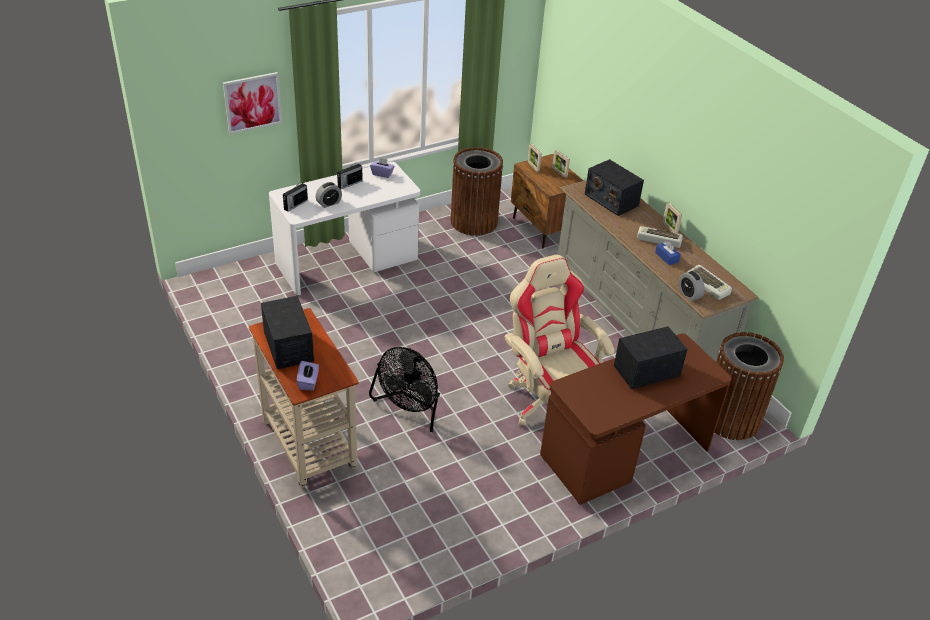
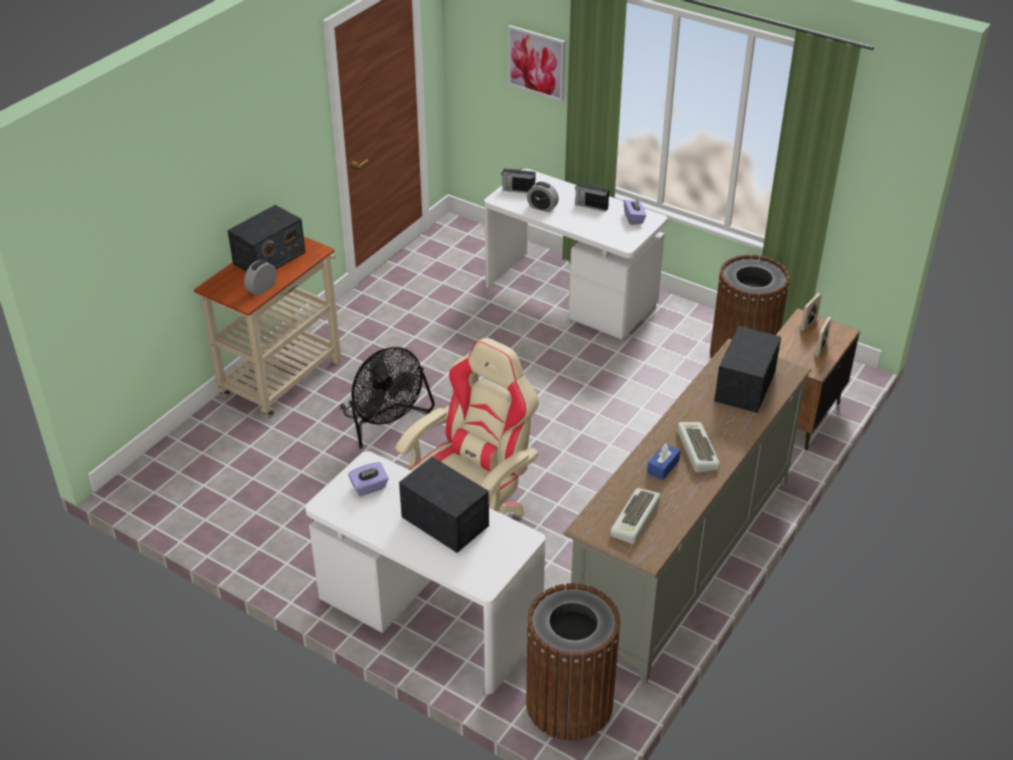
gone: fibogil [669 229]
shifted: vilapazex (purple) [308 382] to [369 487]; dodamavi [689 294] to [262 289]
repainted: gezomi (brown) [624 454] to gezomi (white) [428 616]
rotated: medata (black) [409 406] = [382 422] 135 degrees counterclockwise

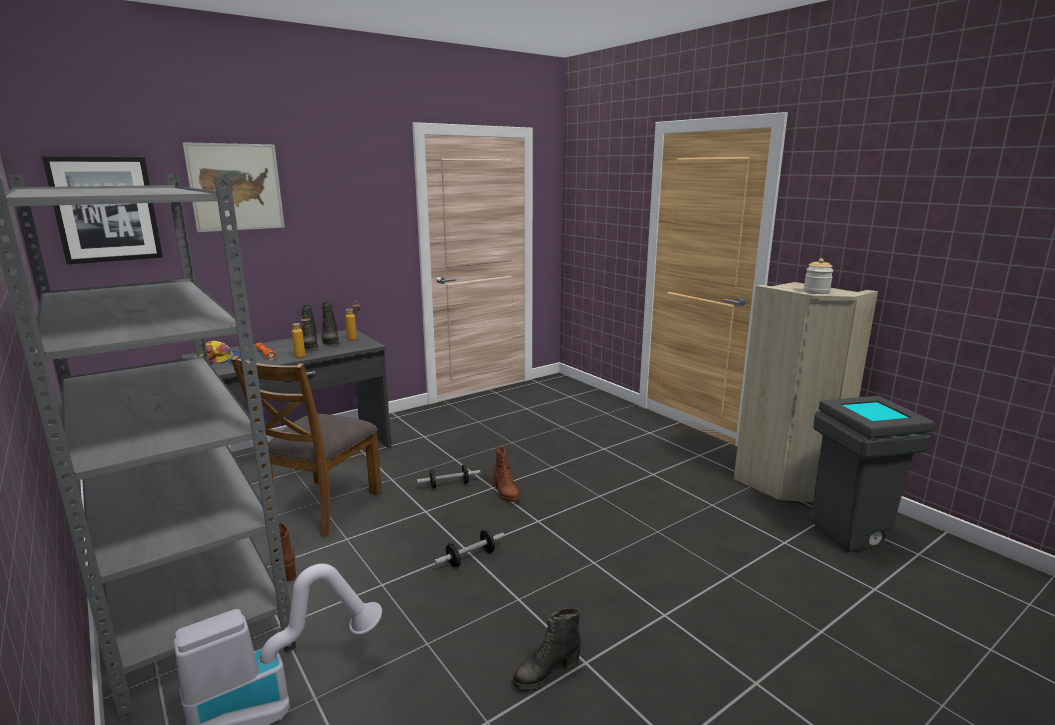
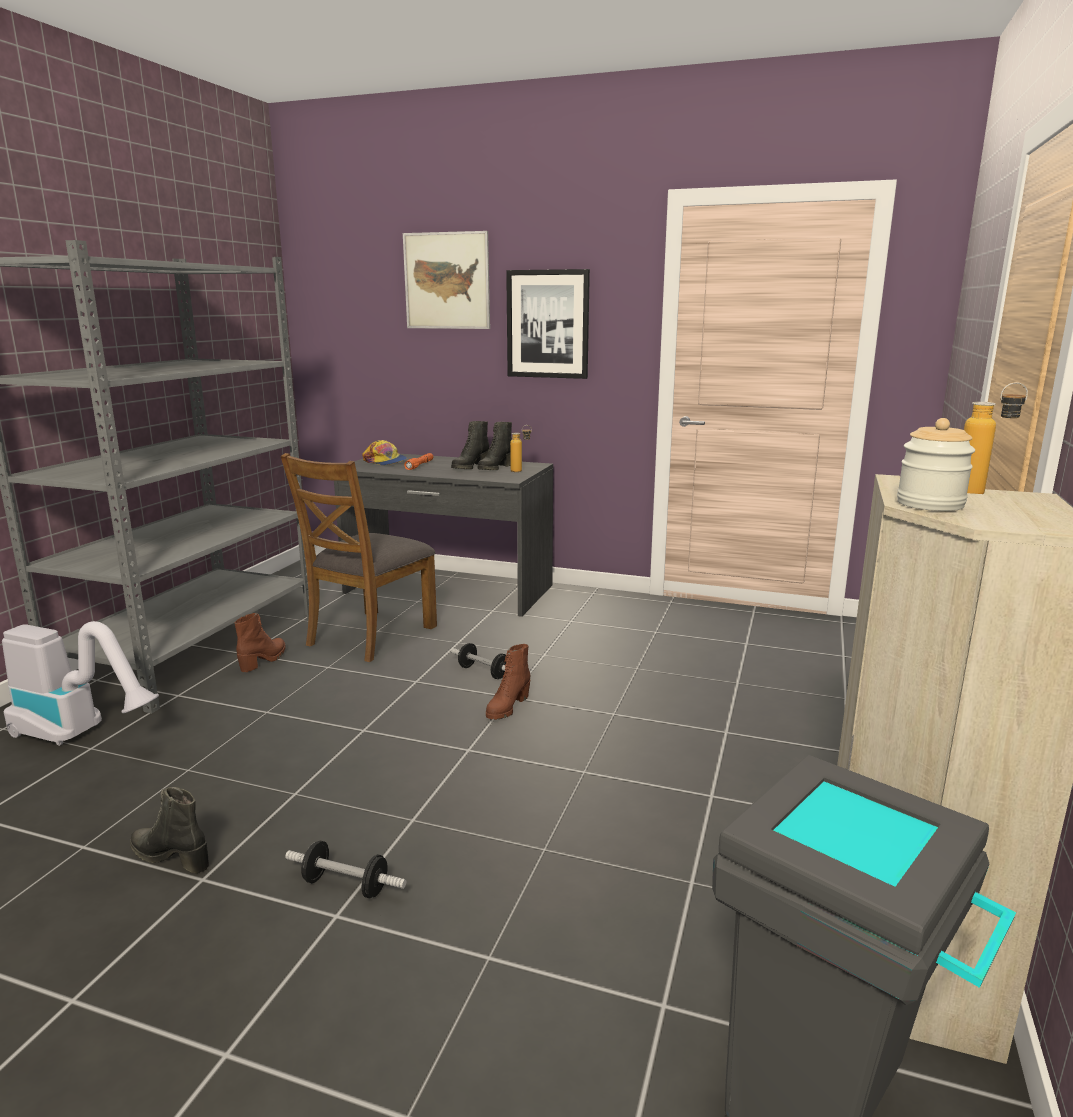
shifted: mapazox [105 209] to [548 324]; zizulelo [304 355] to [981 494]; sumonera [471 558] to [346 885]
rotated: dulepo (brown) [322 506] = [370 635] 45 degrees counterclockwise

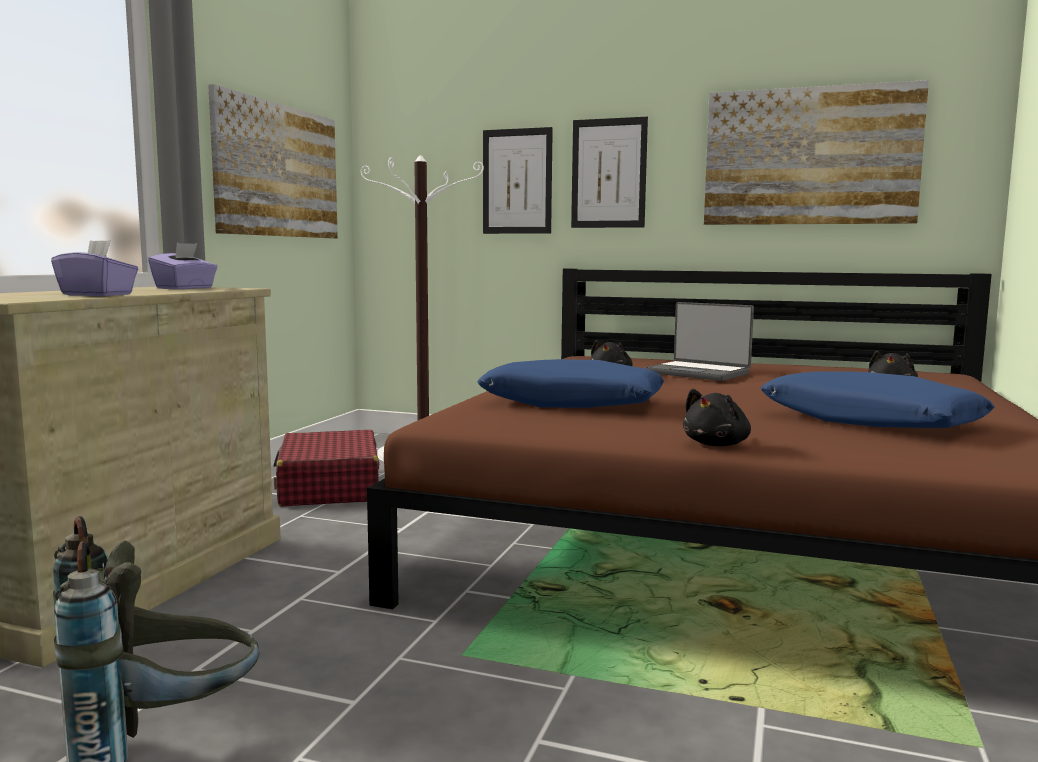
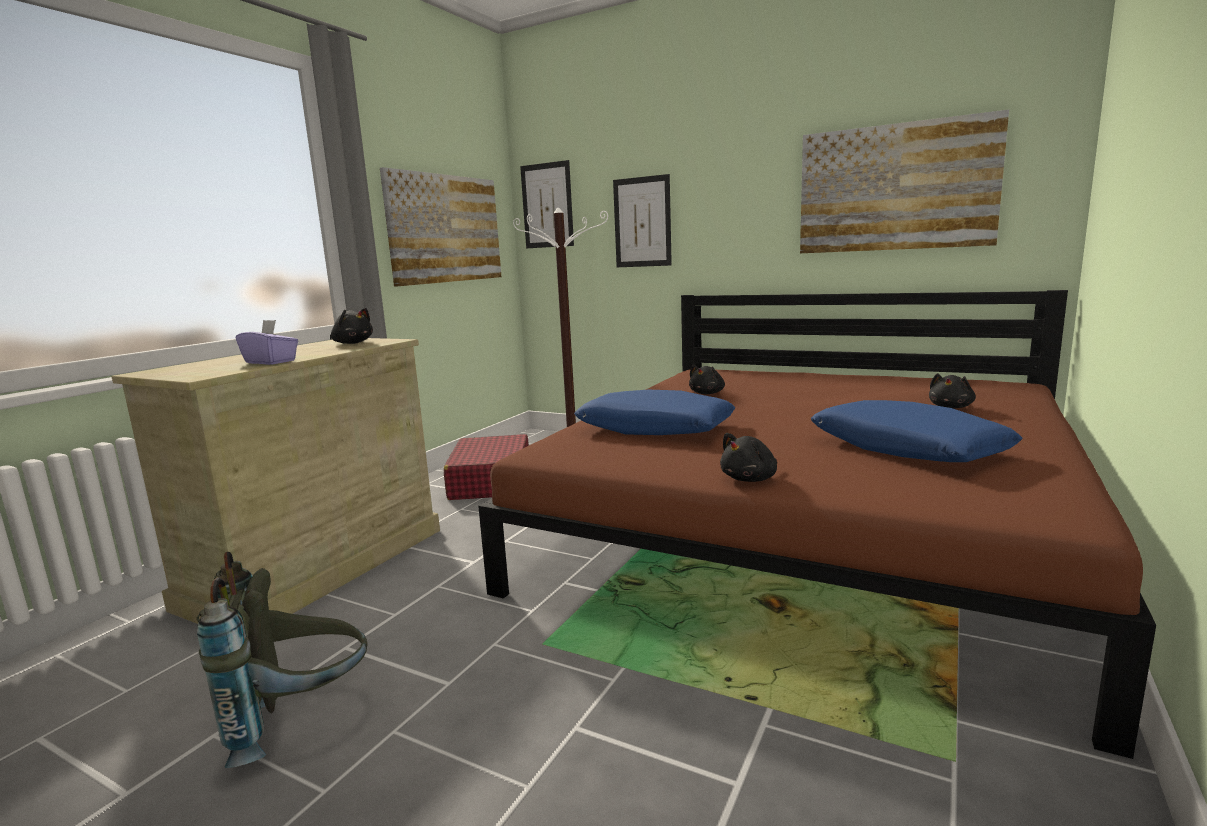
gone: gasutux [698 373]
shifted: mapazox [608 173] to [547 205]
swapped: vilapazex (purple) [185 288] to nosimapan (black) [352 343]

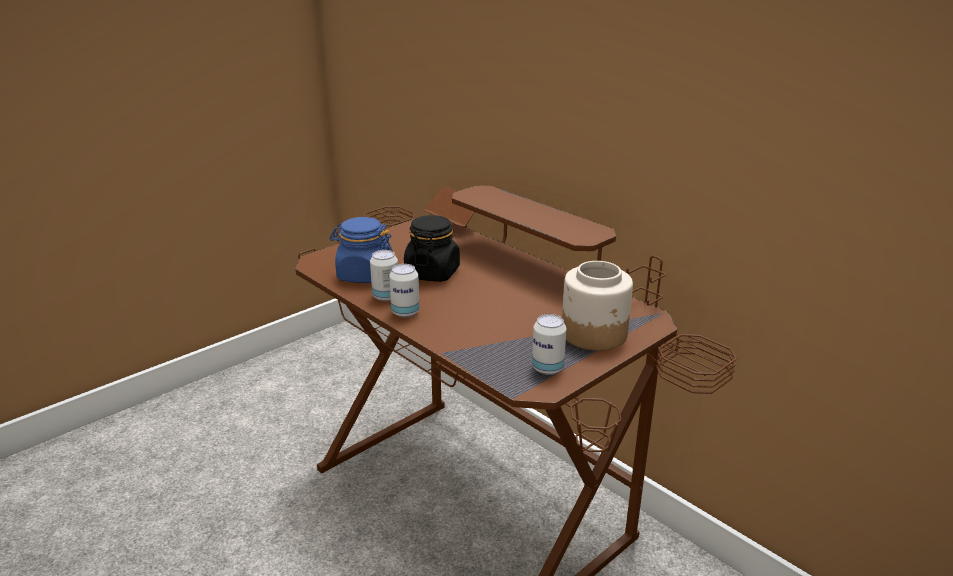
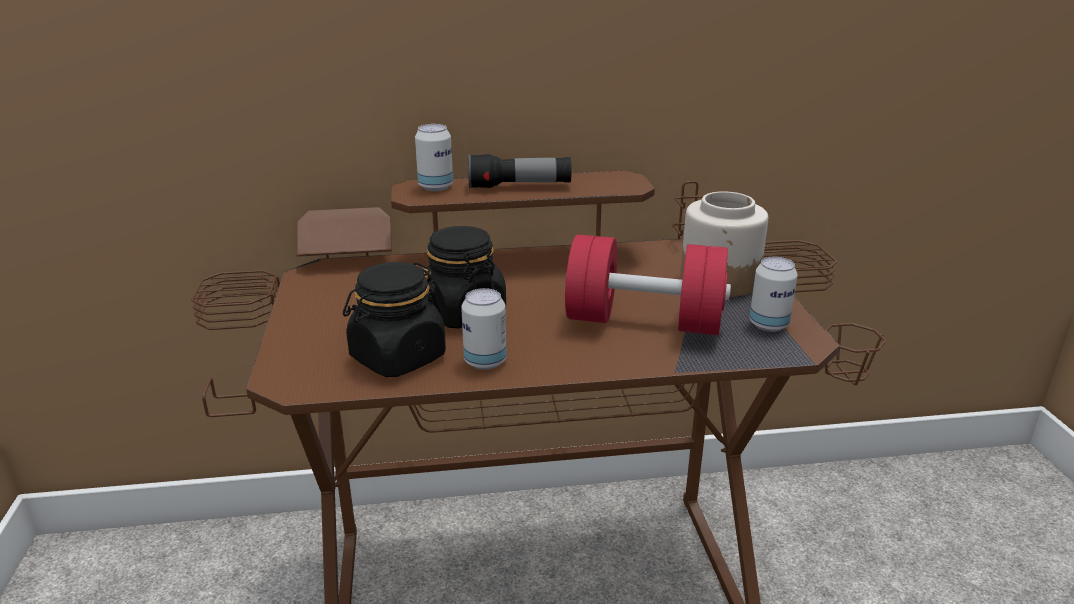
new: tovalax [519 186]; sumonera (red) [644 322]
shifted: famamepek [405 312] to [435 187]
repainted: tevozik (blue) [364 275] to tevozik (black) [397 358]

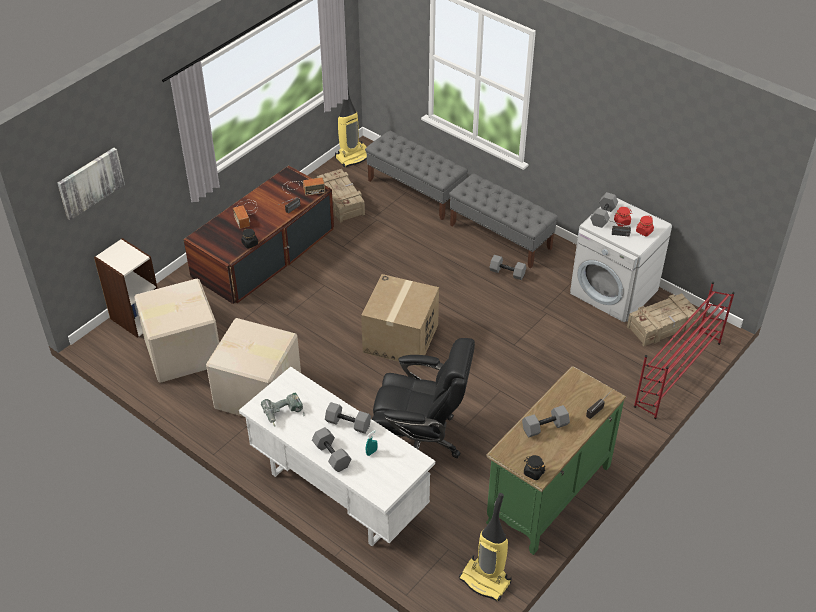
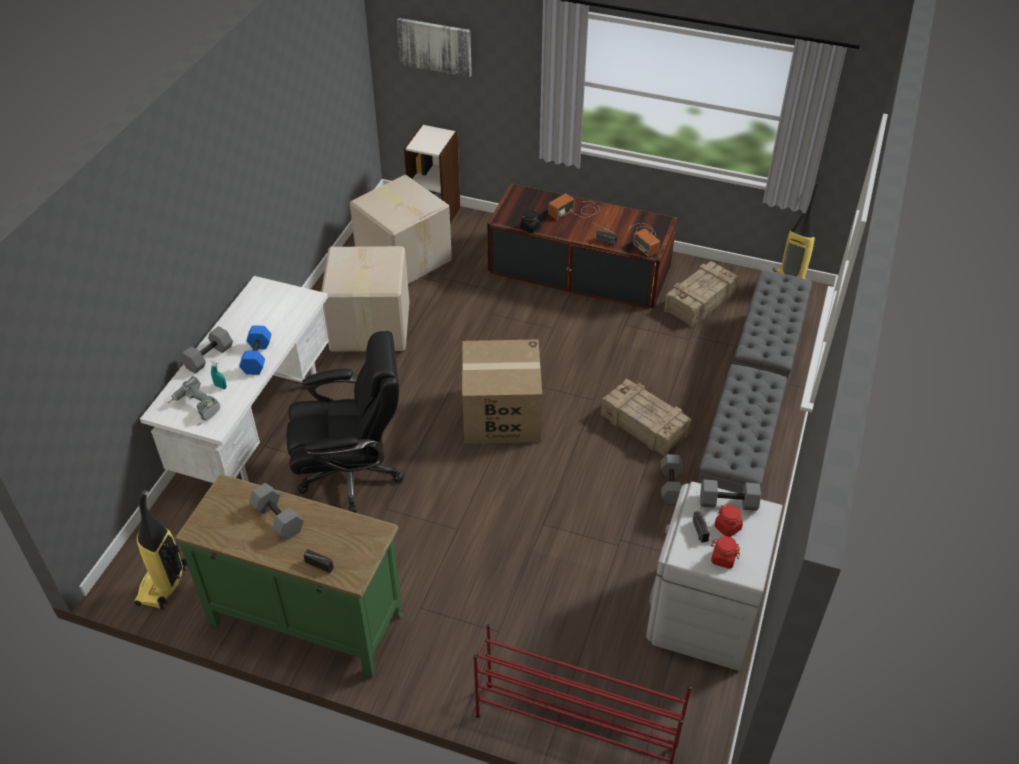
gone: tevozik (black) [533 472]
shifted: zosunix [283 414] to [196 408]; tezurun [662 326] to [644 425]
repainted: sumonera (grey) [349 423] to sumonera (blue) [258 358]
rotated: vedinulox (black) [420 440] = [351 473] 90 degrees counterclockwise

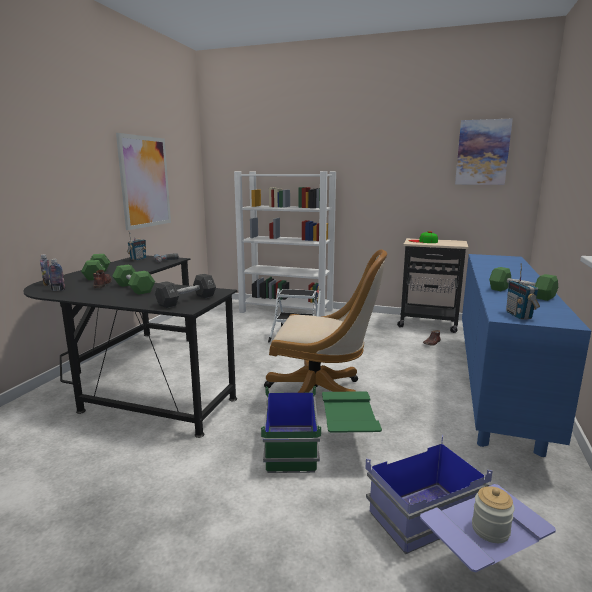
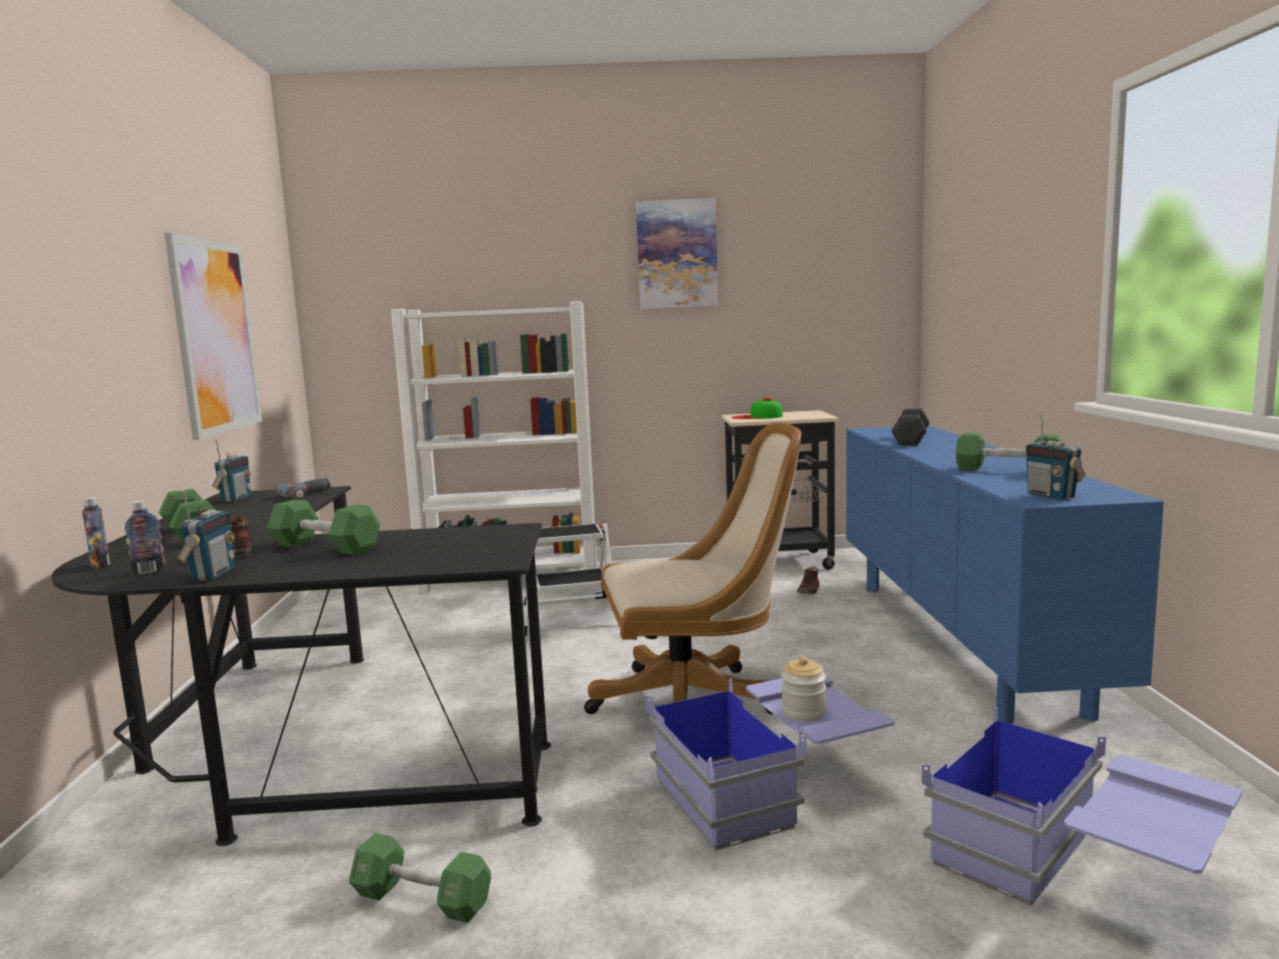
new: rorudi [212 574]; sumonera (green) [422 899]
shifted: sumonera (black) [187 300] to [910 440]; mapazox [482 152] to [677 254]; tevozik [490 530] to [803 712]
repainted: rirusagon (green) [318 449] to rirusagon (blue) [769 791]

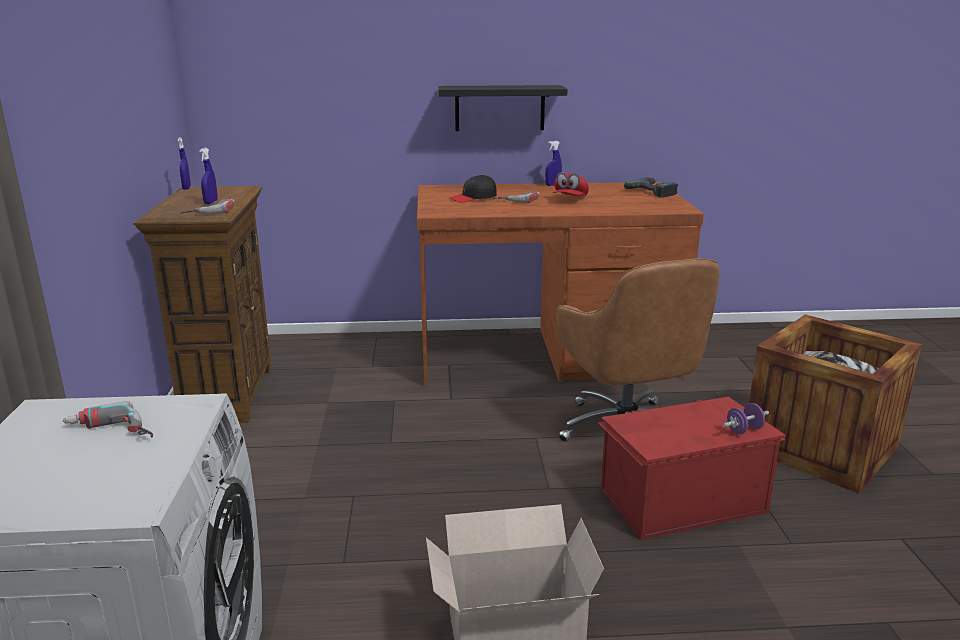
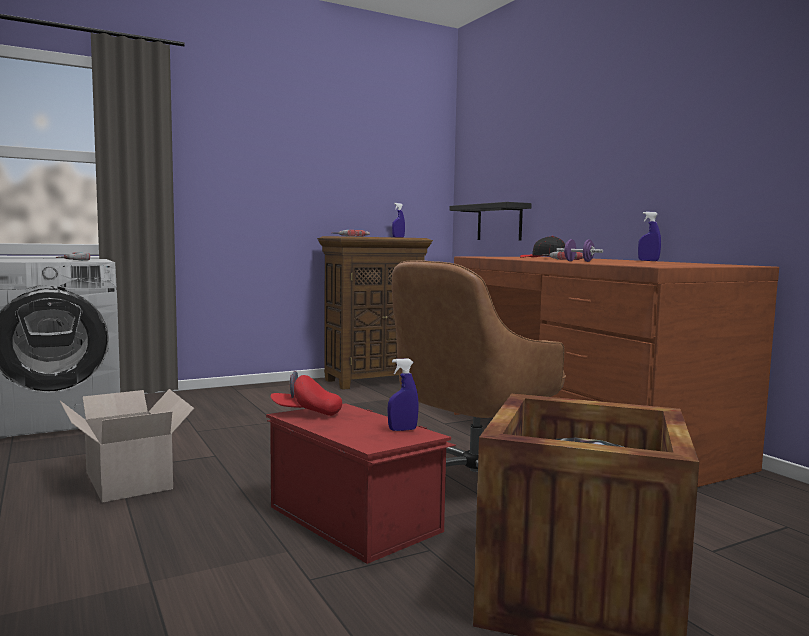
gone: zosunix [654 191]
shifted: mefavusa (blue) [211 202] to [402 429]; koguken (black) [499 108] to [499 222]; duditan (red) [570 199] to [306 413]; sumonera (purple) [744 430] to [578 261]

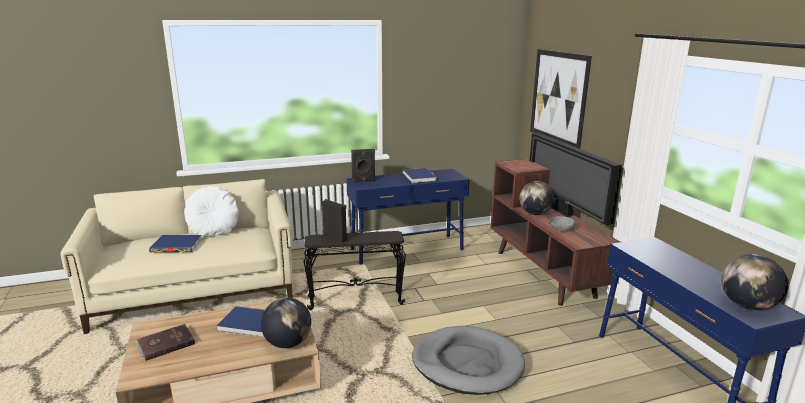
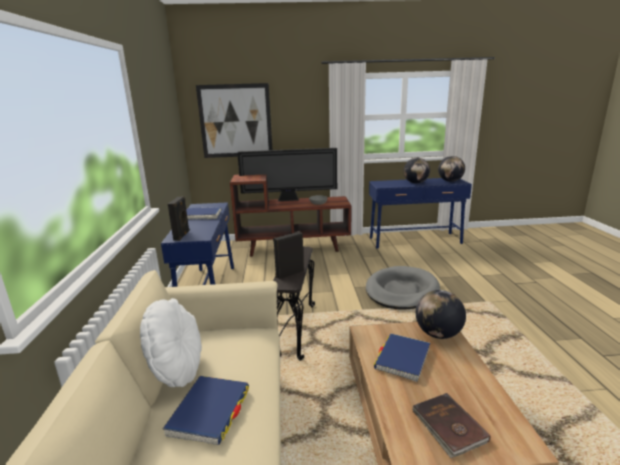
shifted: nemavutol [535 213] to [415 183]

